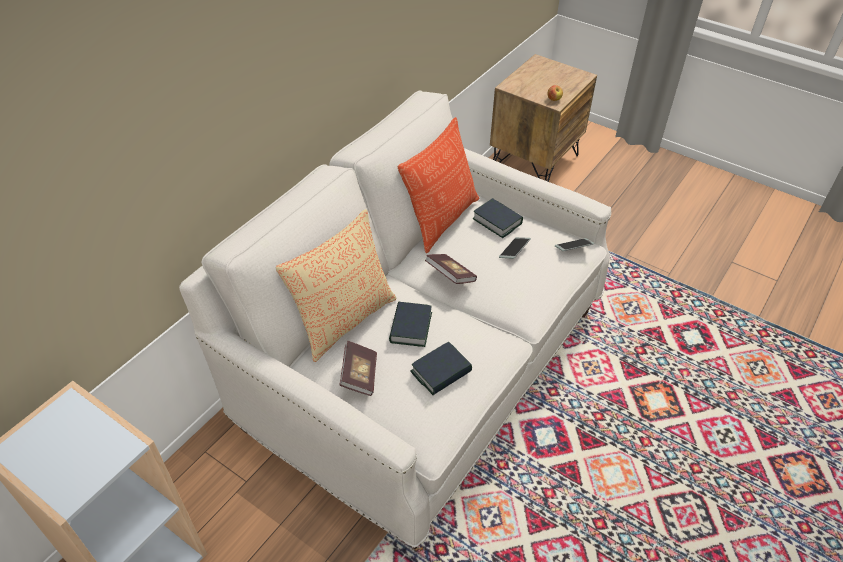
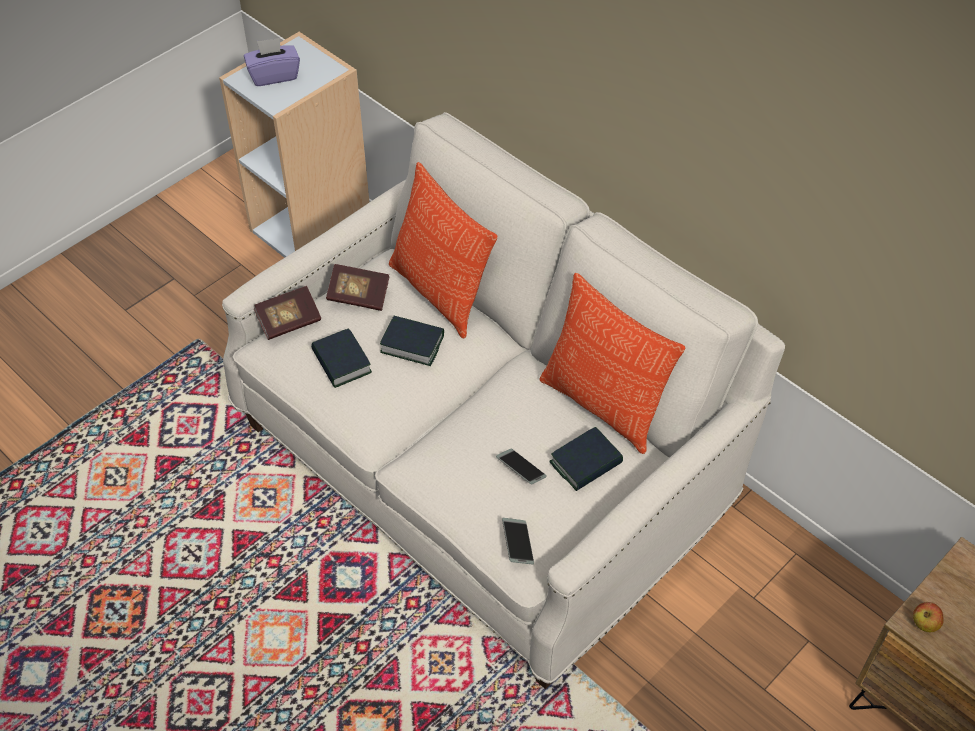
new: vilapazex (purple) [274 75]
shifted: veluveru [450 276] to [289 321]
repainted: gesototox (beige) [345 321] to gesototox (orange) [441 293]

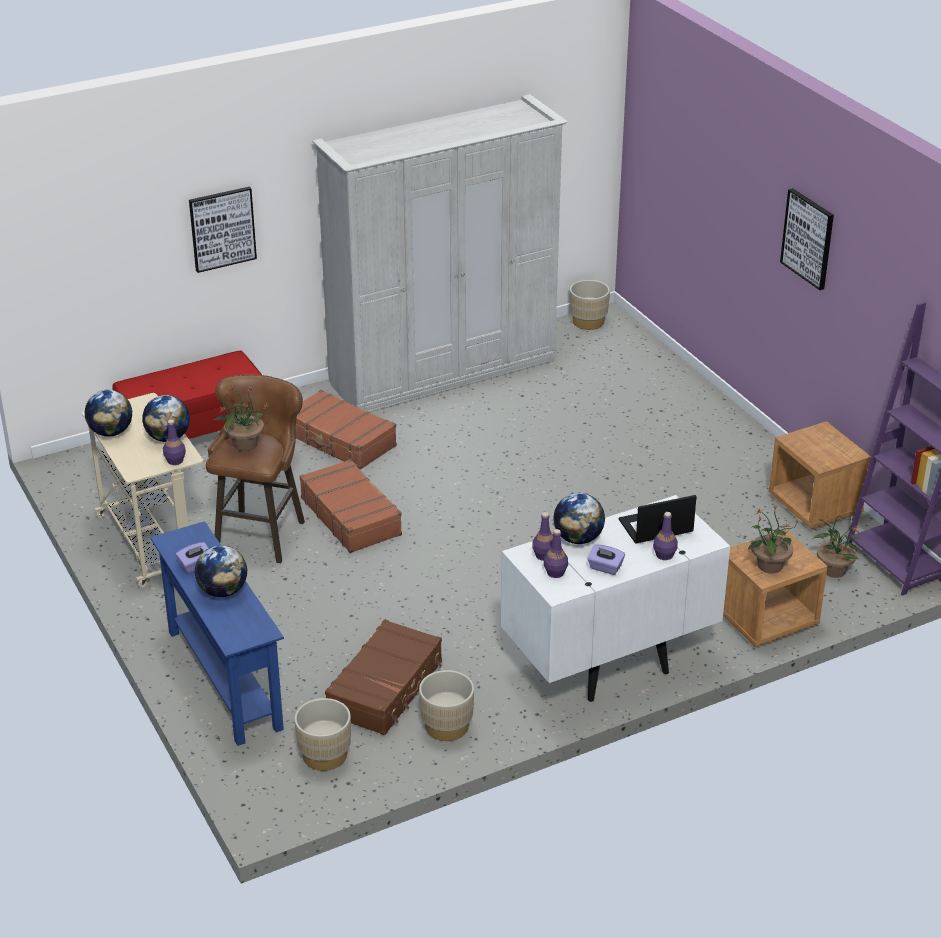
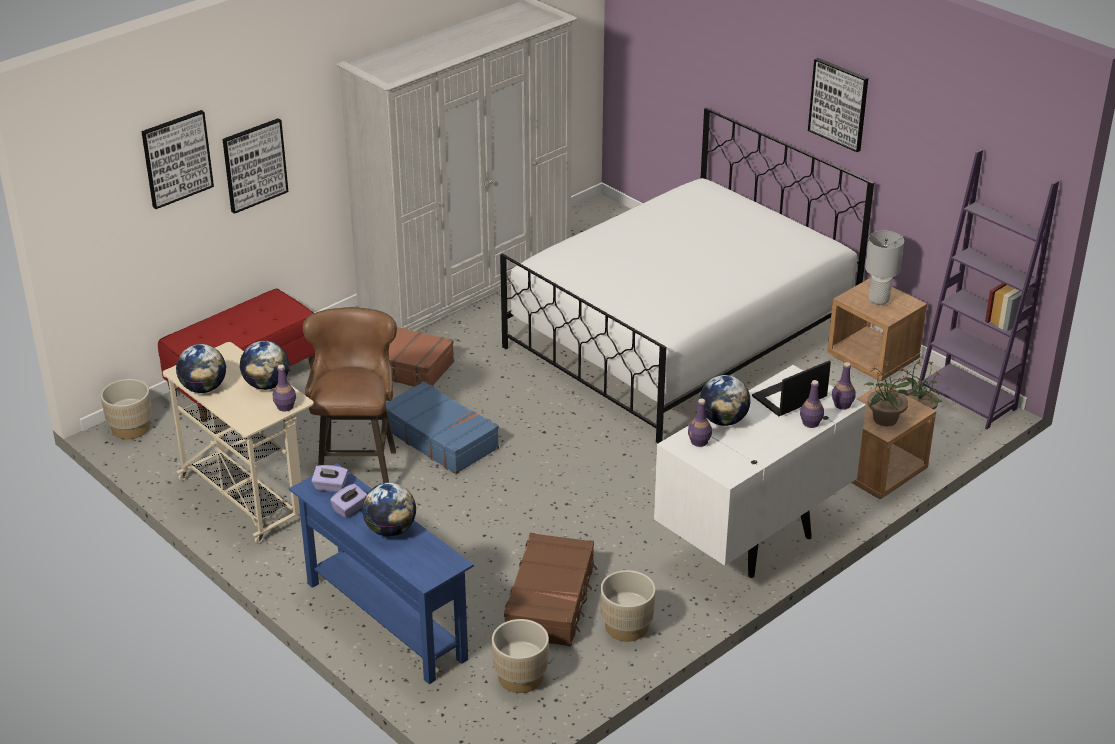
gone: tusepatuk [244 444]
new: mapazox [176 158]; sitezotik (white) [681 338]; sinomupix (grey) [879 301]
shifted: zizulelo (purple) [555 573] to [842 405]; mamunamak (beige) [588 322] to [131 428]; vilapazex (purple) [605 568] to [330 487]
repainted: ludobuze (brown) [351 516] to ludobuze (blue) [440 438]

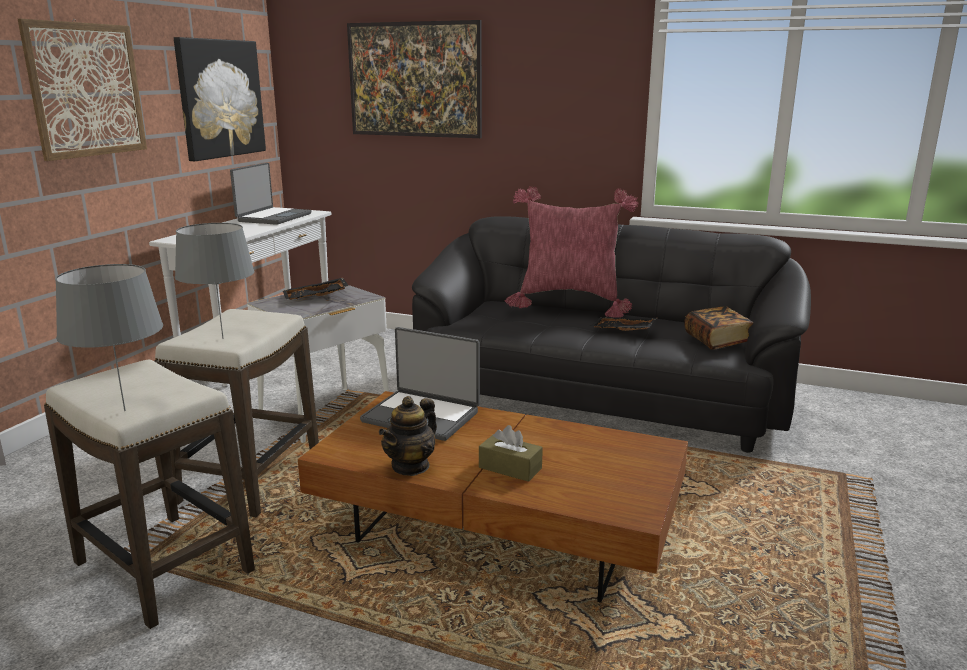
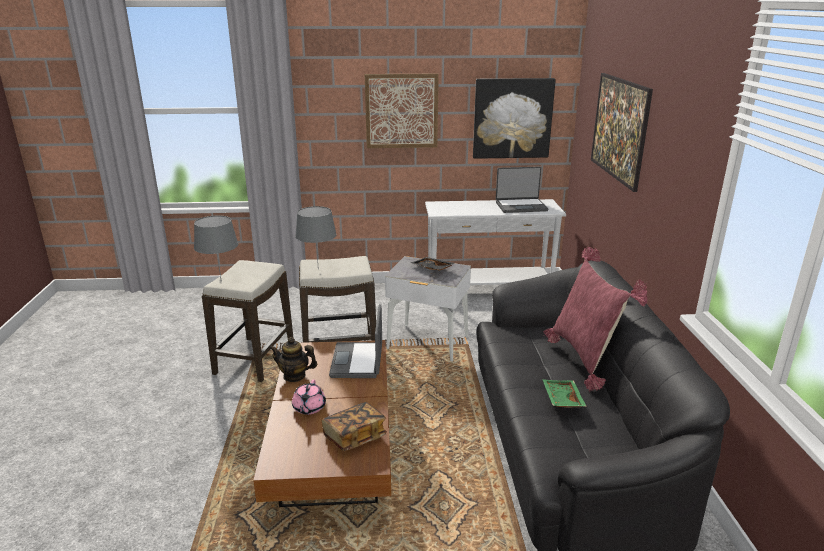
shifted: veluveru [717 341] to [354 437]
swapped: vilapazex (brown) [510 468] to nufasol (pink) [309 408]
repainted: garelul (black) [623 331] to garelul (green) [561 399]

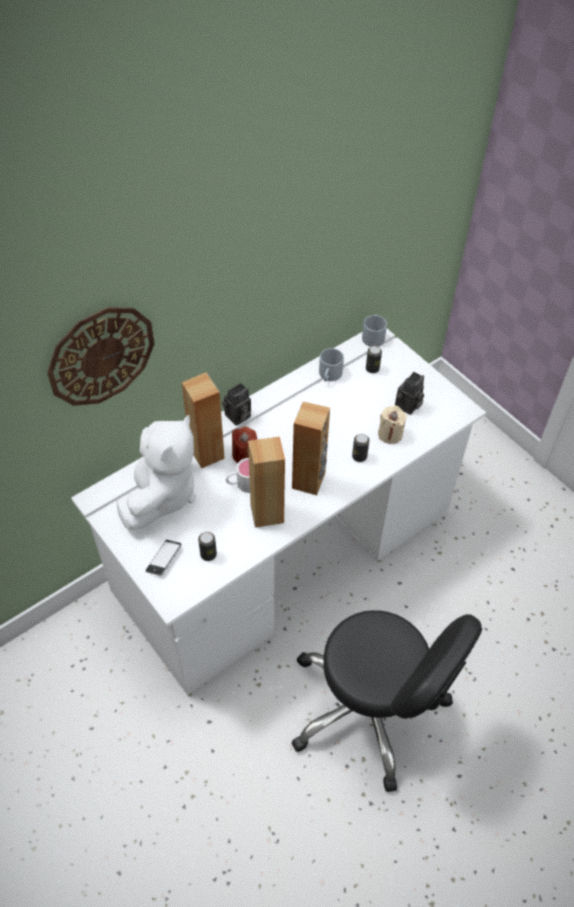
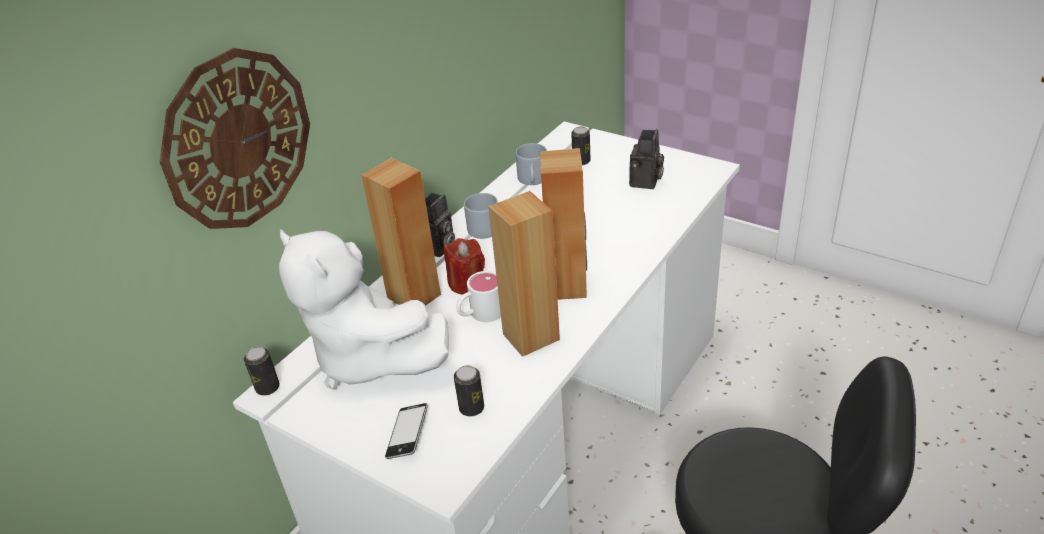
gone: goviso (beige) [390 434]
shifted: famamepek [359 456] to [267 388]; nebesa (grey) [373 336] to [482 225]
rotated: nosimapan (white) [161 494] = [369 358] 135 degrees clockwise

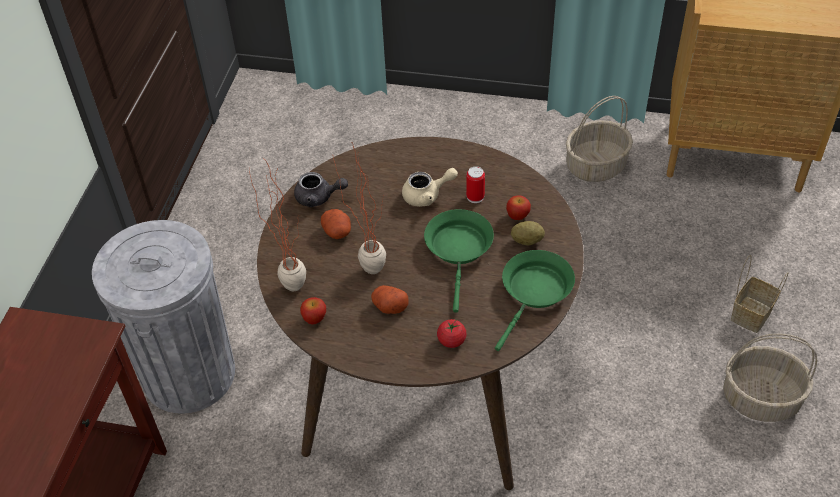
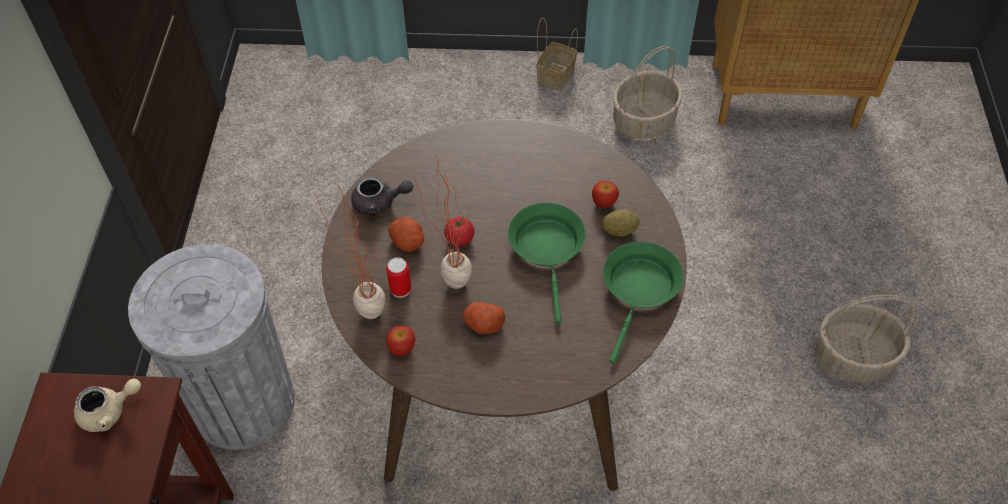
shifted: nufasol (beige) [427 195] to [109 412]; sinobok [451 340] to [459 239]; famamepek [475 197] to [400 289]; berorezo [751 313] to [555 75]

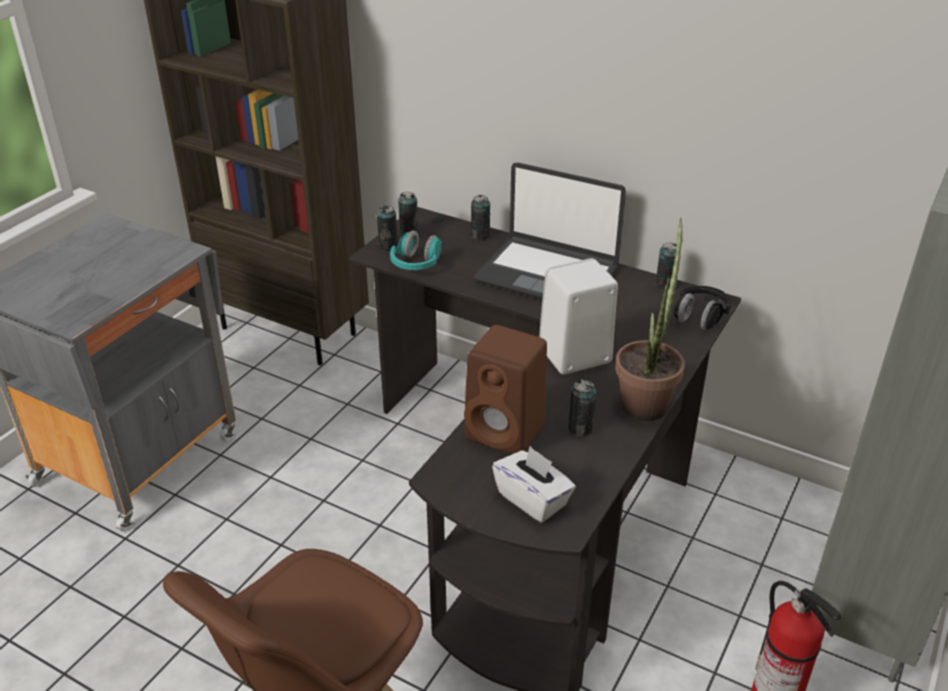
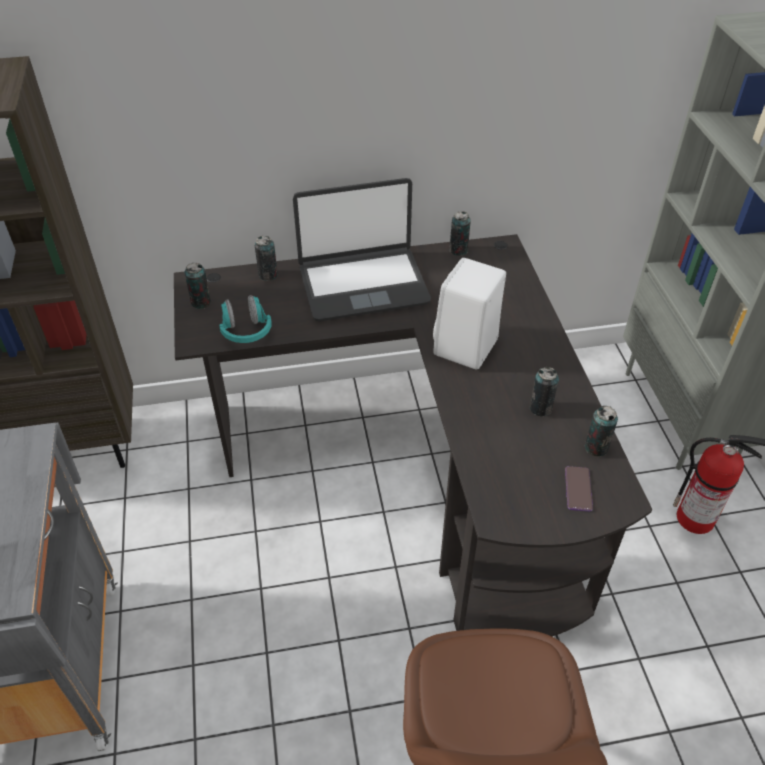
gone: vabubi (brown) [507 431]; tusepatuk [646 399]; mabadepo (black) [700 317]
shifted: famamepek [388 247] to [596 447]
swapped: vilapazex (white) [533 499] to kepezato [578 489]

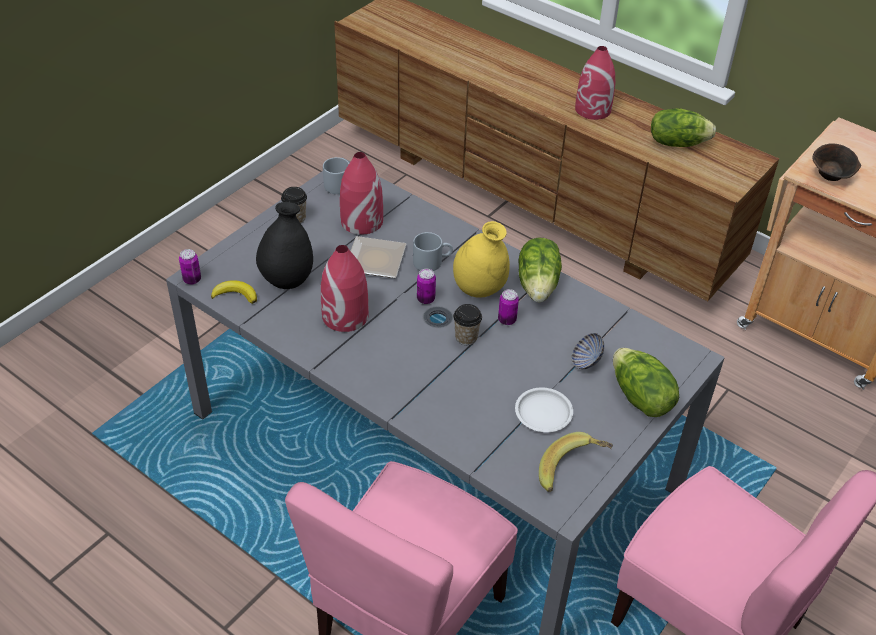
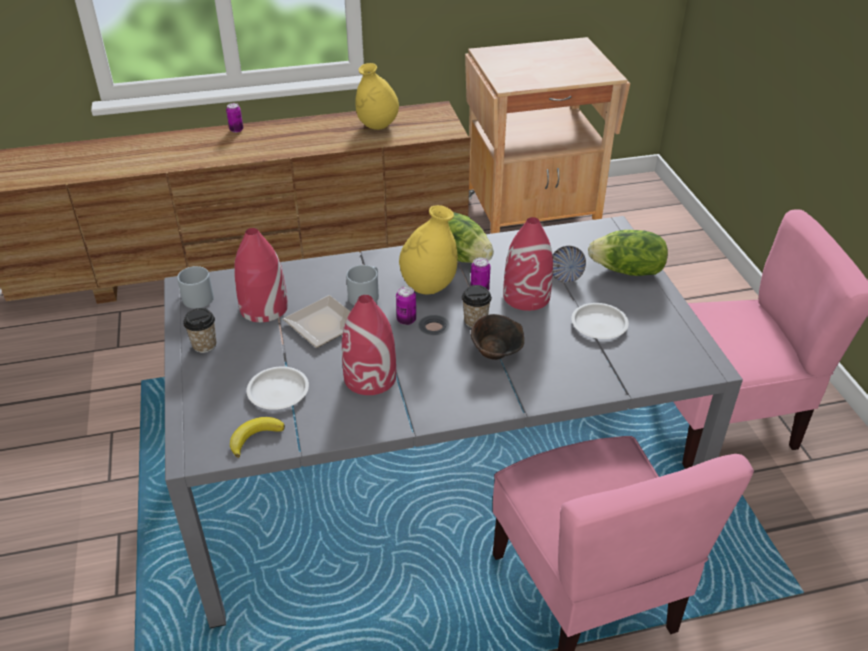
gone: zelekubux [572 472]
shifted: famamepek [192 279] to [236 130]; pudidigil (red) [593 109] to [527 296]; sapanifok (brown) [831 176] to [496 353]
swapped: pudidigil (black) [287 279] to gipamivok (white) [278 391]; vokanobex [677 142] to pudidigil (yellow) [377 126]

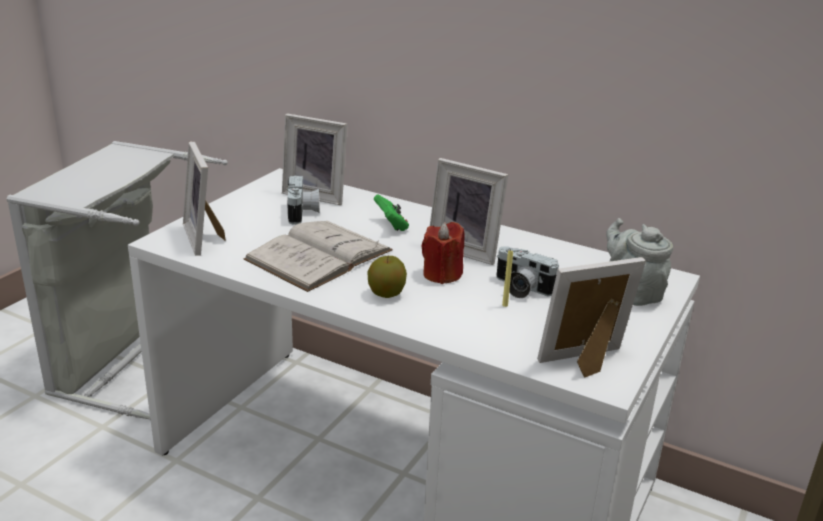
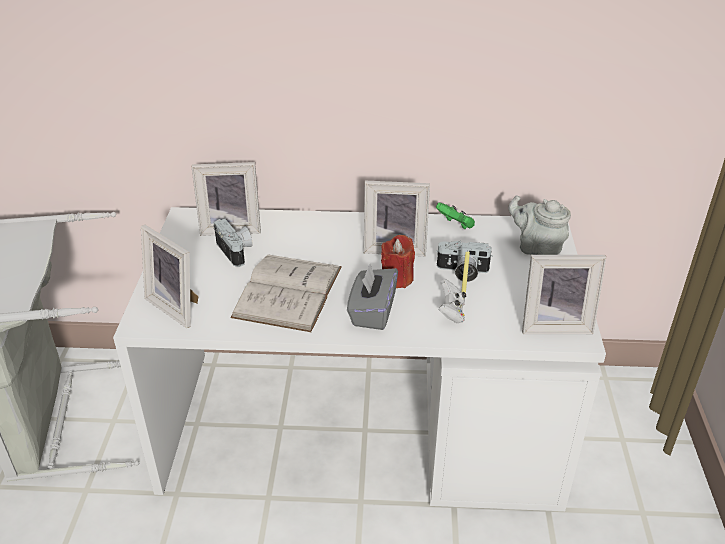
new: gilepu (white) [451 313]
shifted: gilepu (green) [391 226] to [456 225]
swapped: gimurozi [386 294] to vilapazex (grey) [372 312]
rotated: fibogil [587 363] = [554 324] 135 degrees counterclockwise

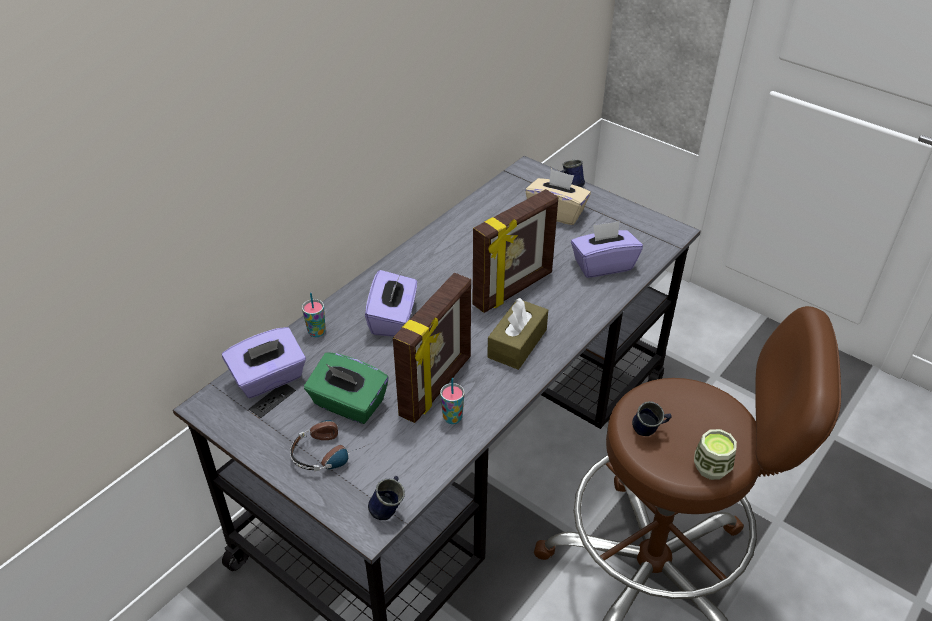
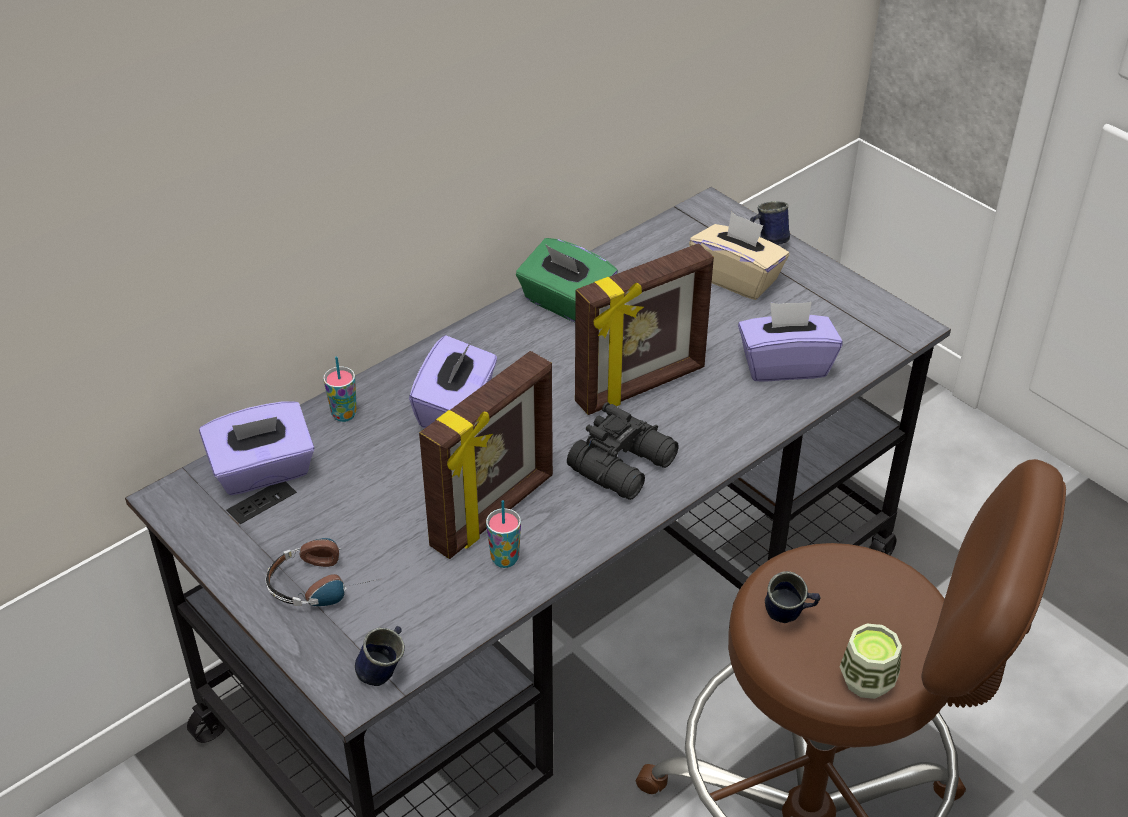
shifted: vilapazex (green) [348 404] to [565 303]
swapped: vilapazex (brown) [517 343] to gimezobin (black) [625 465]

